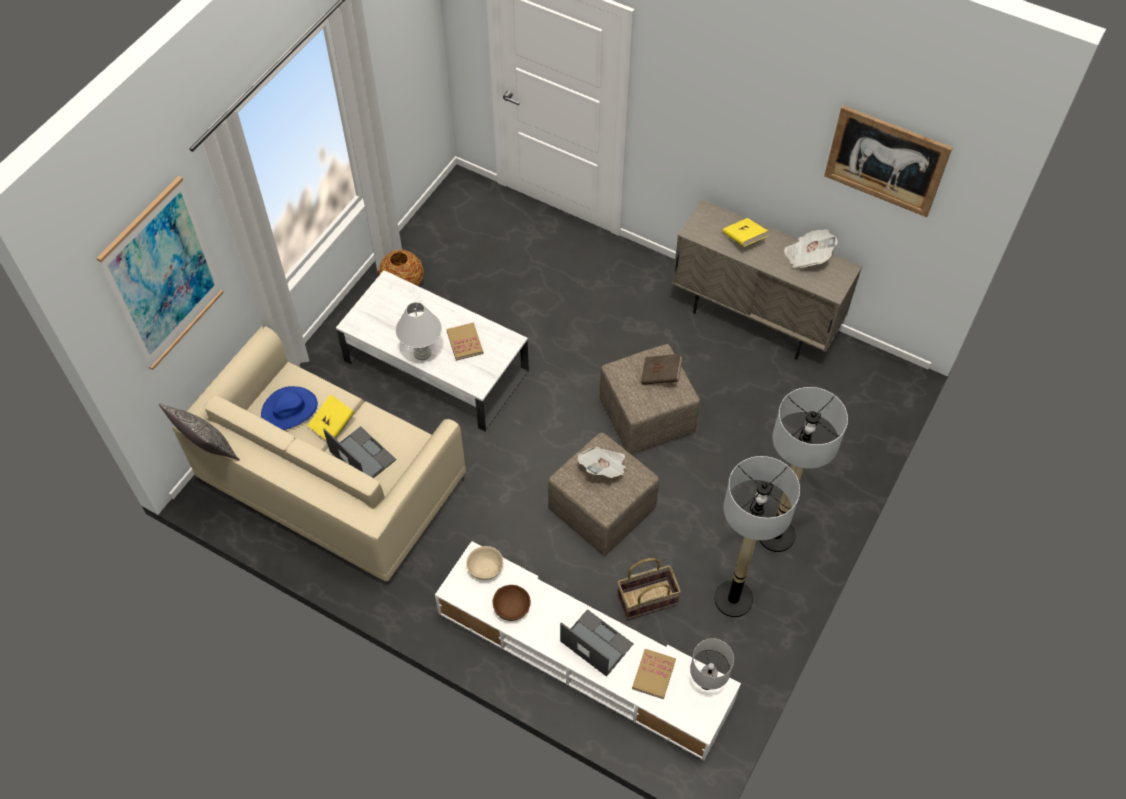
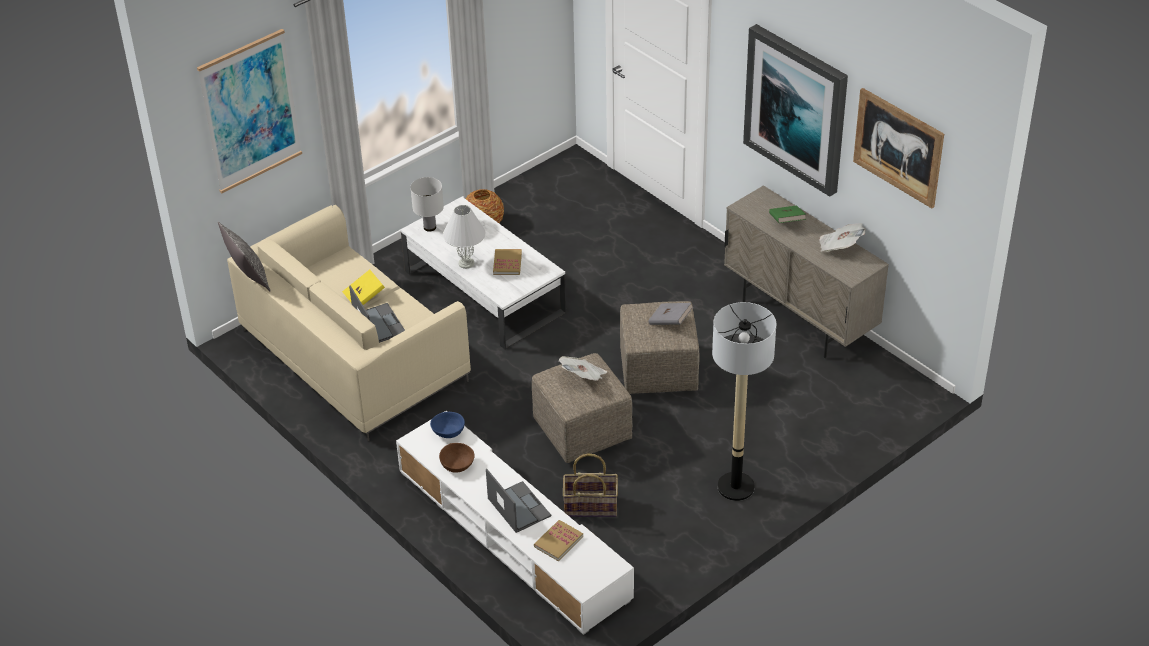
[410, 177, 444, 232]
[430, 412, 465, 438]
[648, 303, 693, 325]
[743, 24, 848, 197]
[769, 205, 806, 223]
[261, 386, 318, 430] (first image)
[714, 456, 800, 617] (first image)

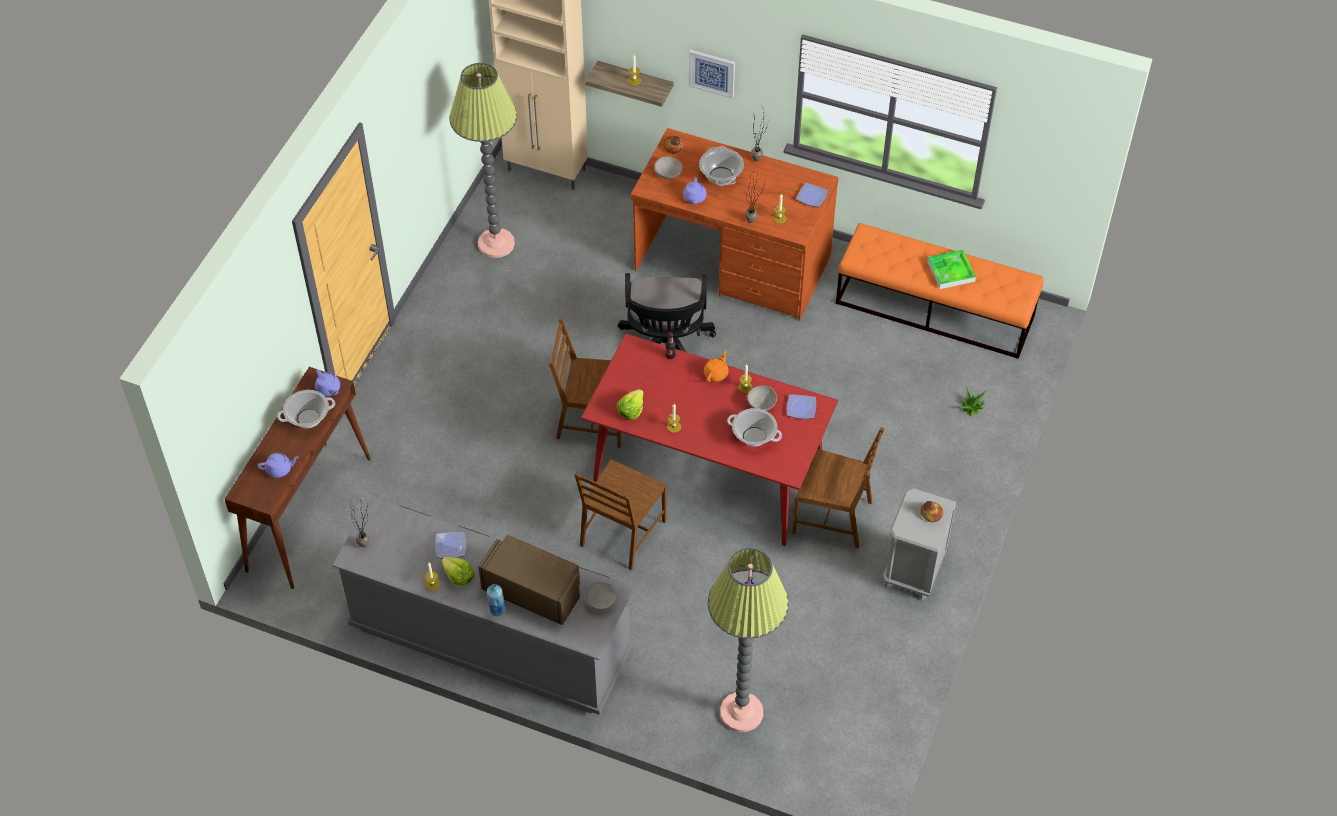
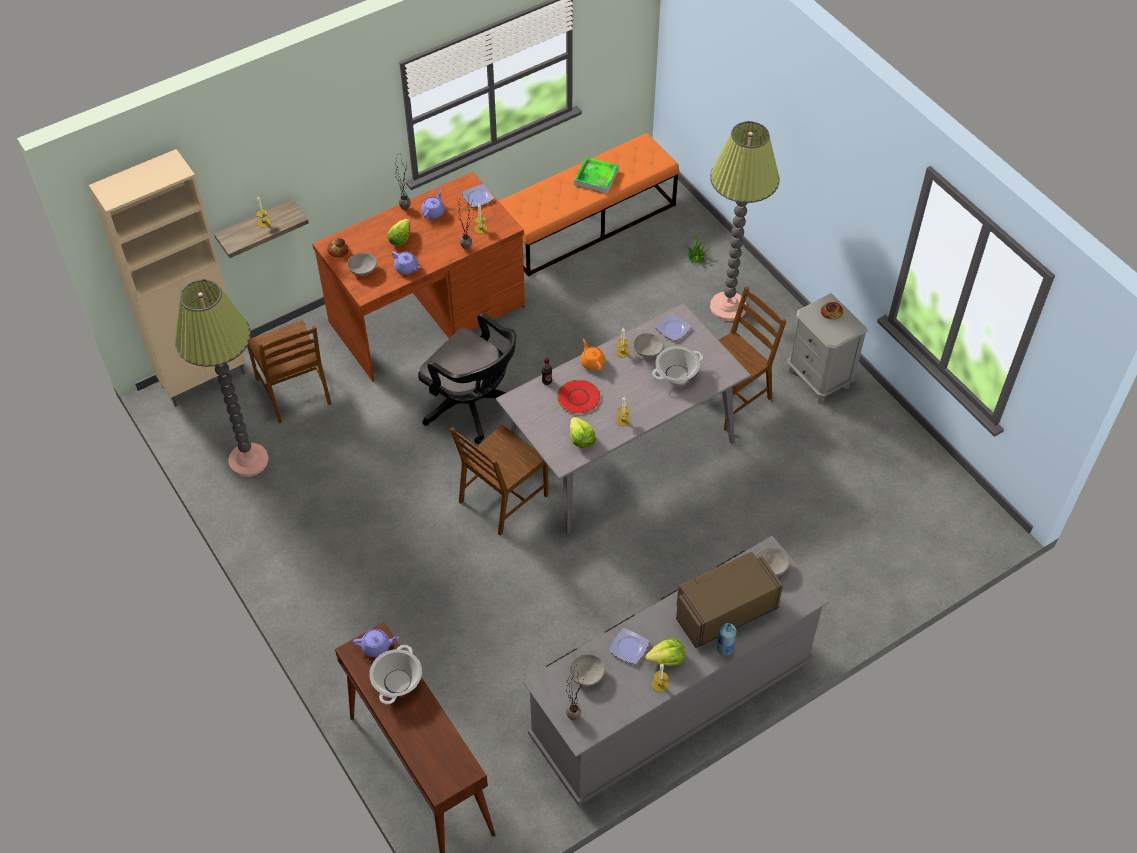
[247, 321, 332, 424]
[387, 219, 410, 246]
[421, 190, 445, 219]
[496, 303, 751, 535]
[557, 380, 600, 414]
[570, 654, 605, 686]
[710, 121, 779, 321]
[689, 50, 735, 99] (first image)

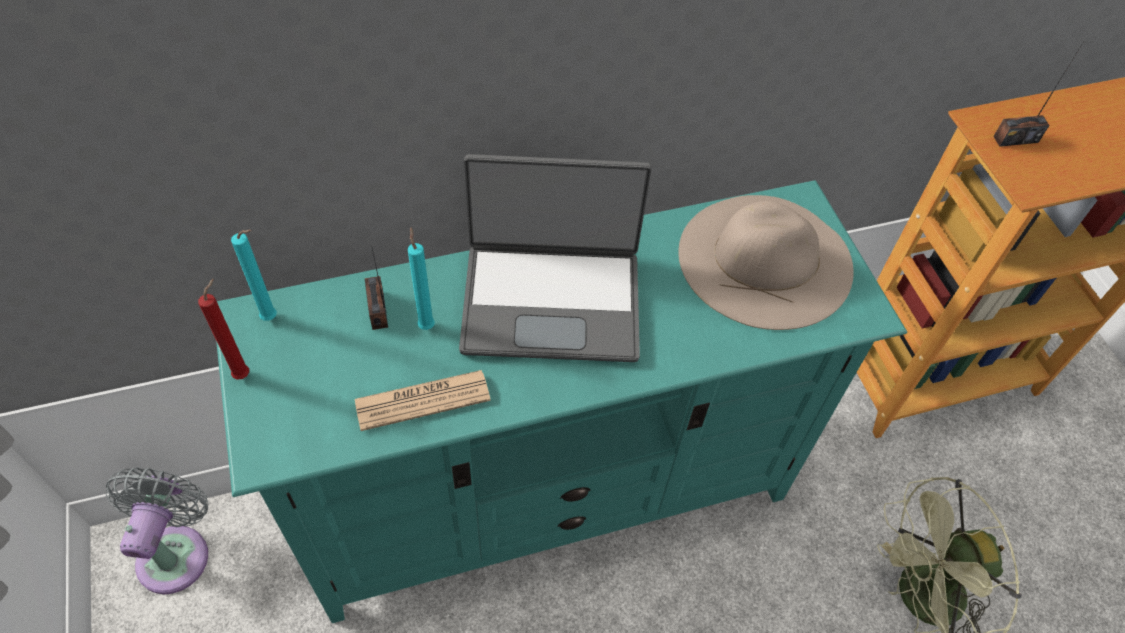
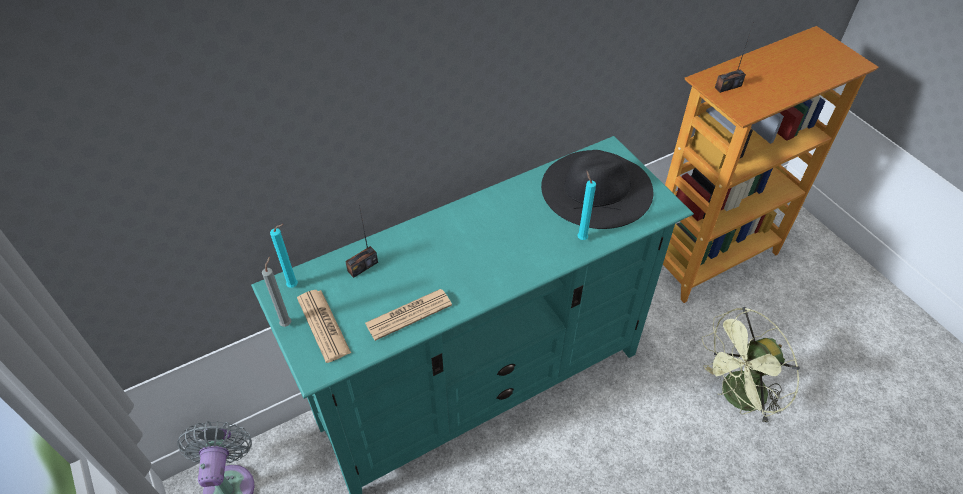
[262, 257, 291, 327]
[297, 290, 351, 363]
[345, 205, 378, 278]
[541, 150, 653, 229]
[577, 171, 596, 240]
[459, 154, 651, 362] (first image)

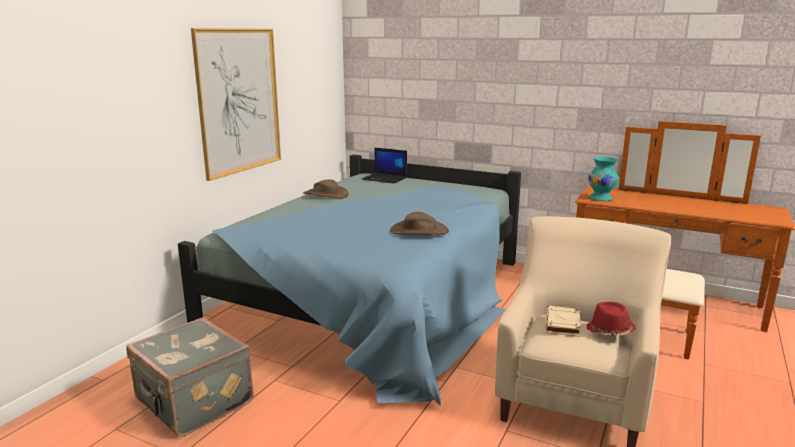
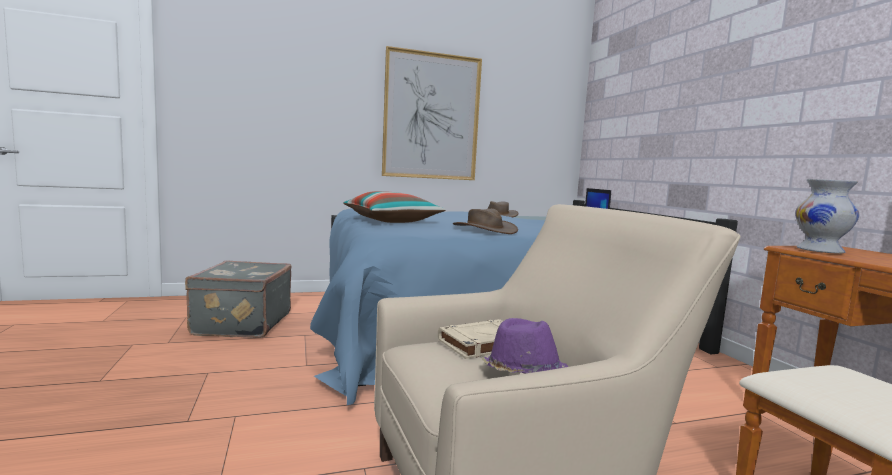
[343, 191, 445, 223]
[481, 318, 568, 373]
[795, 179, 859, 254]

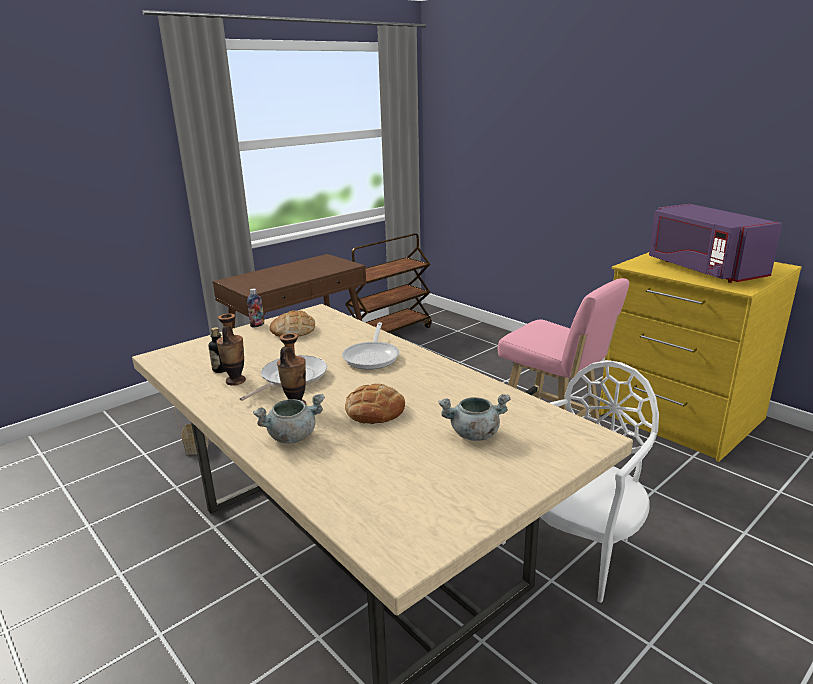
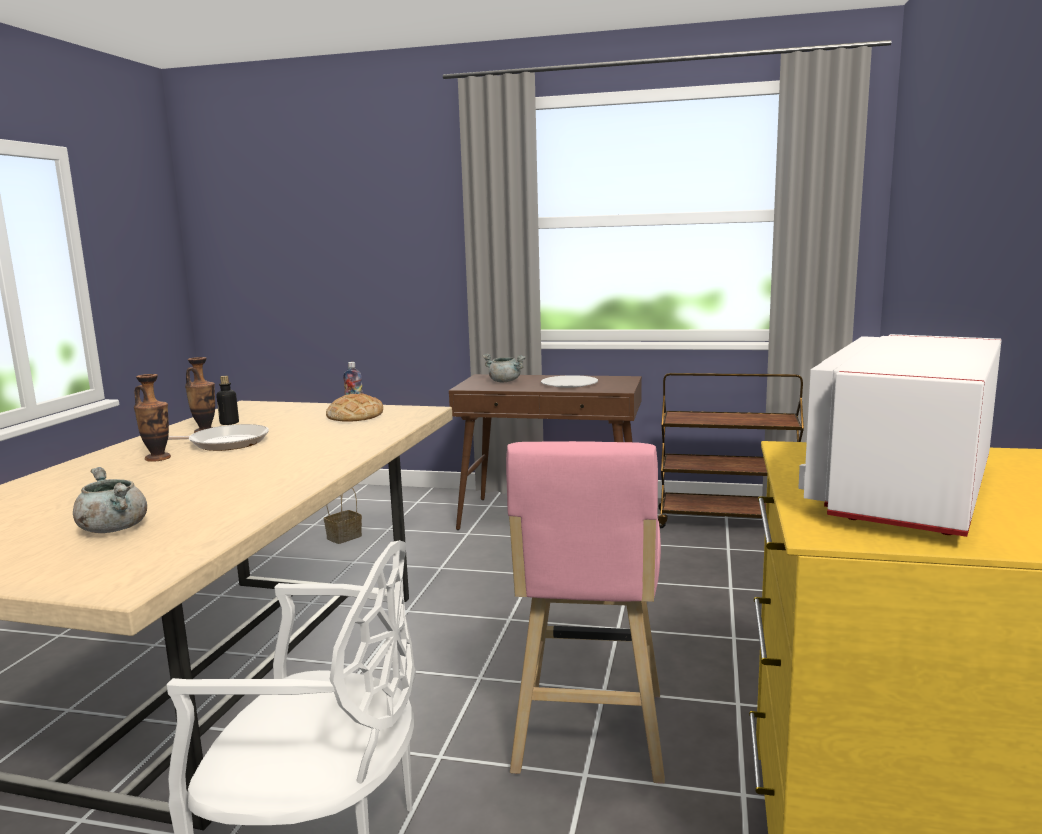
[482, 353, 526, 382]
[541, 375, 598, 388]
[798, 334, 1002, 537]
[342, 322, 399, 370] (first image)
[345, 383, 405, 424] (first image)

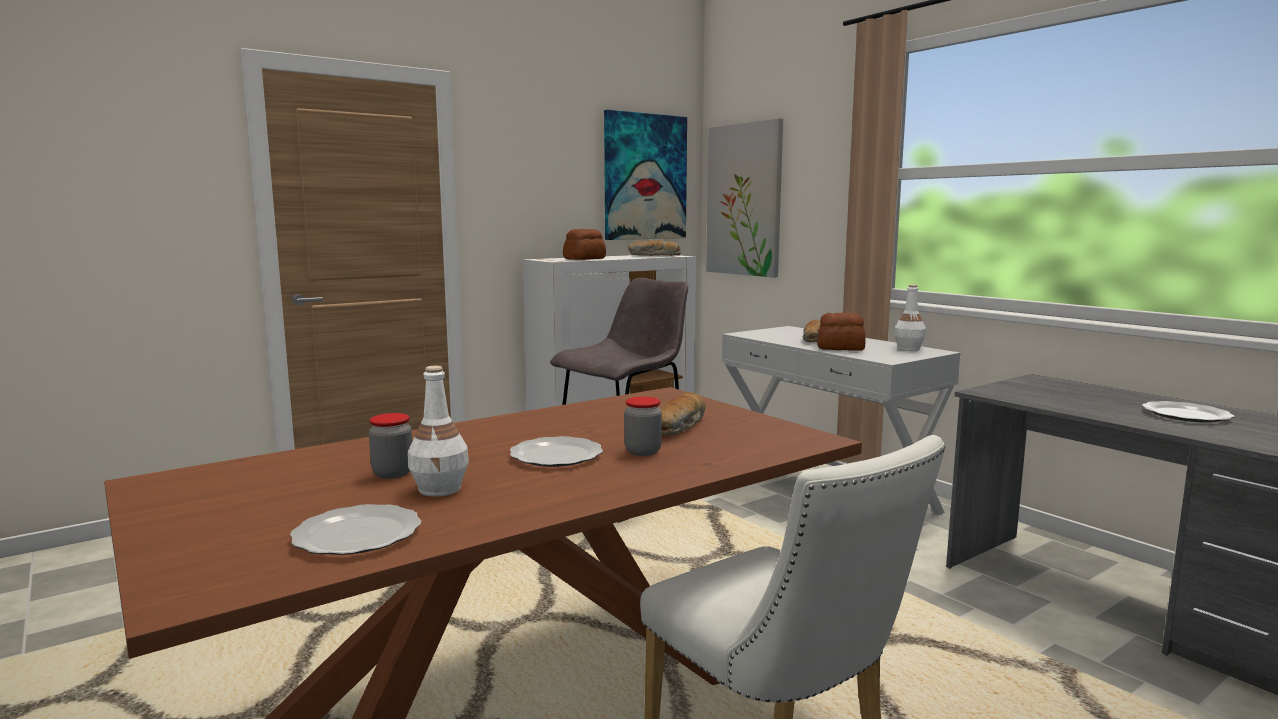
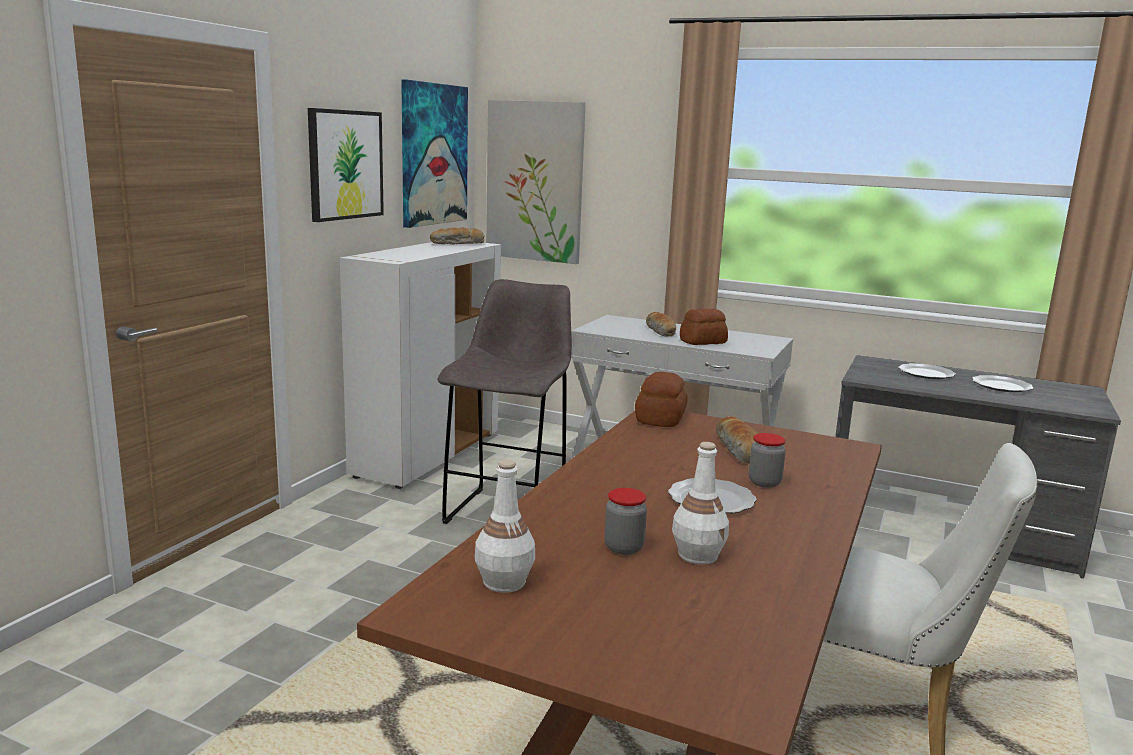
[308, 108, 384, 222]
[475, 460, 535, 593]
[635, 372, 688, 427]
[898, 363, 956, 379]

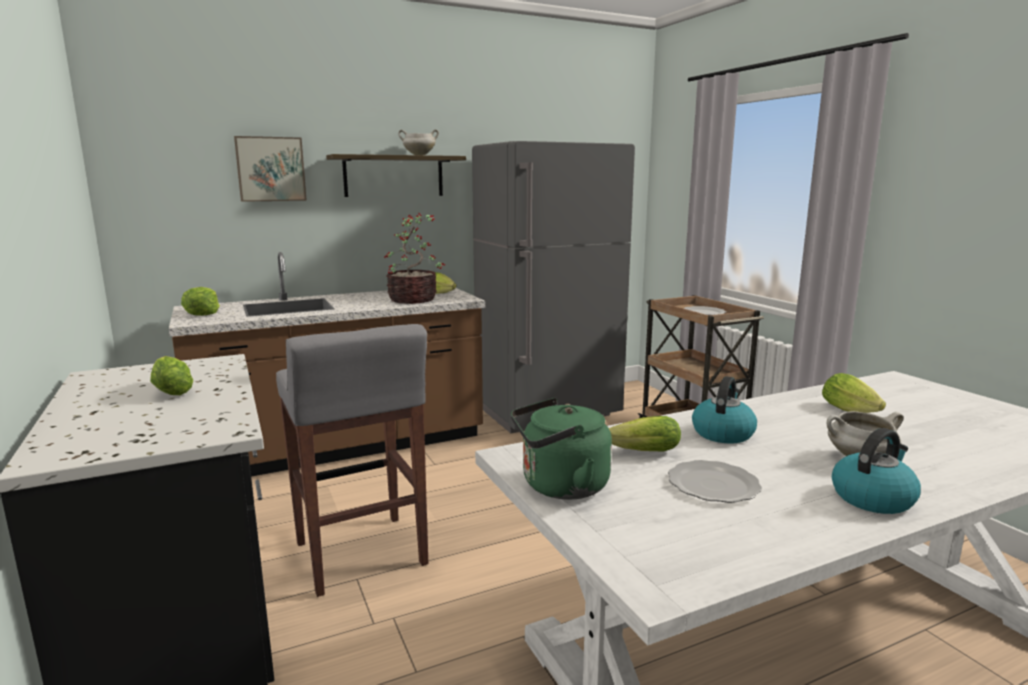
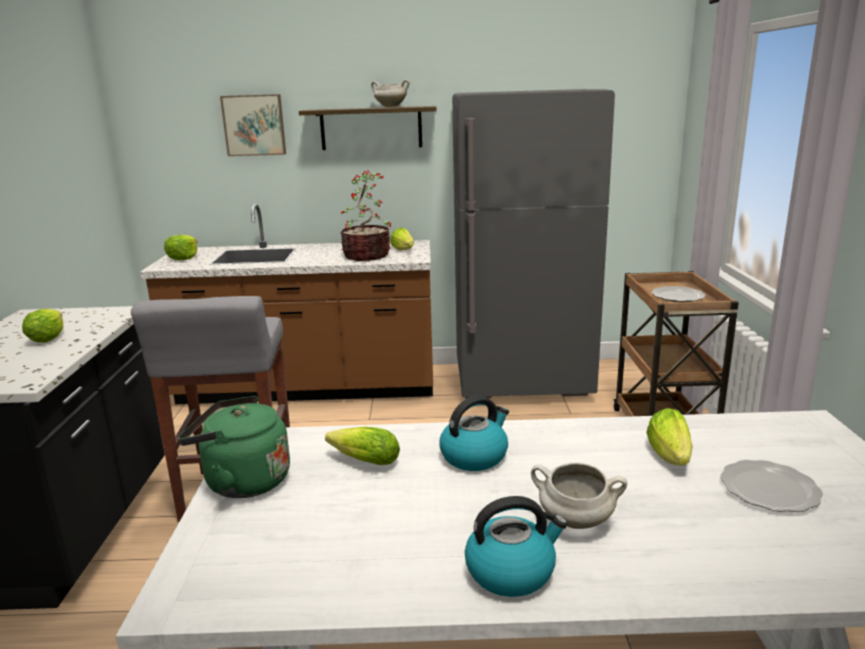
[720, 460, 823, 512]

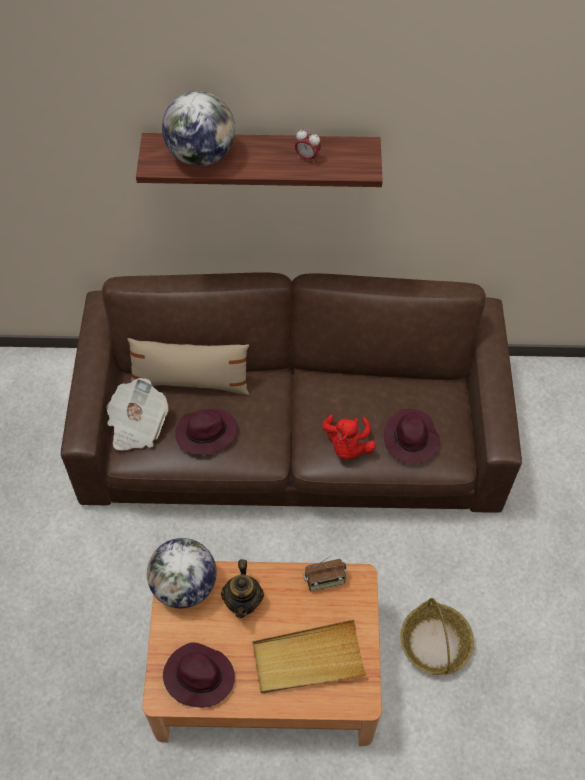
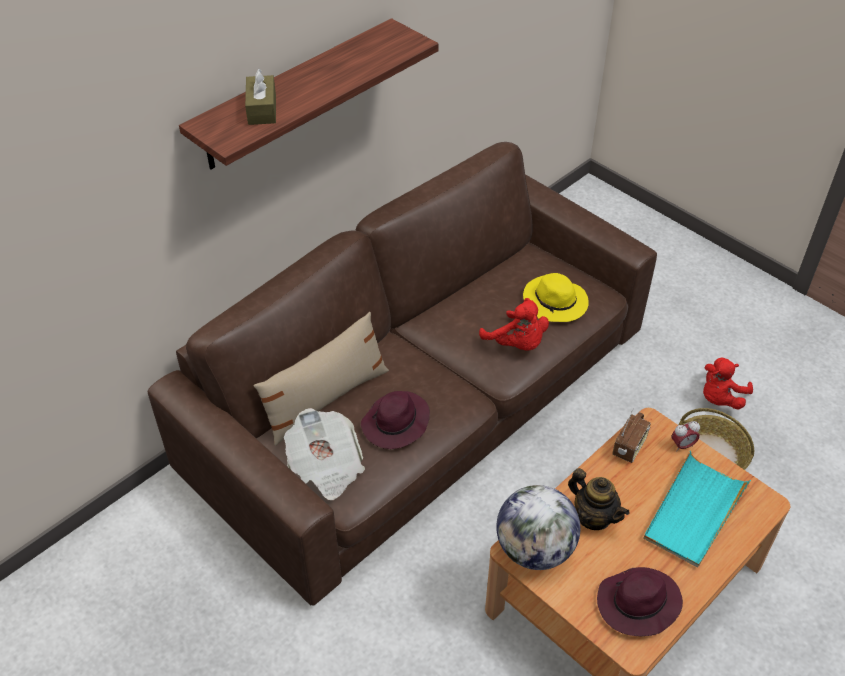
[245, 69, 276, 125]
[523, 273, 589, 322]
[643, 451, 751, 568]
[671, 421, 700, 452]
[703, 358, 753, 410]

